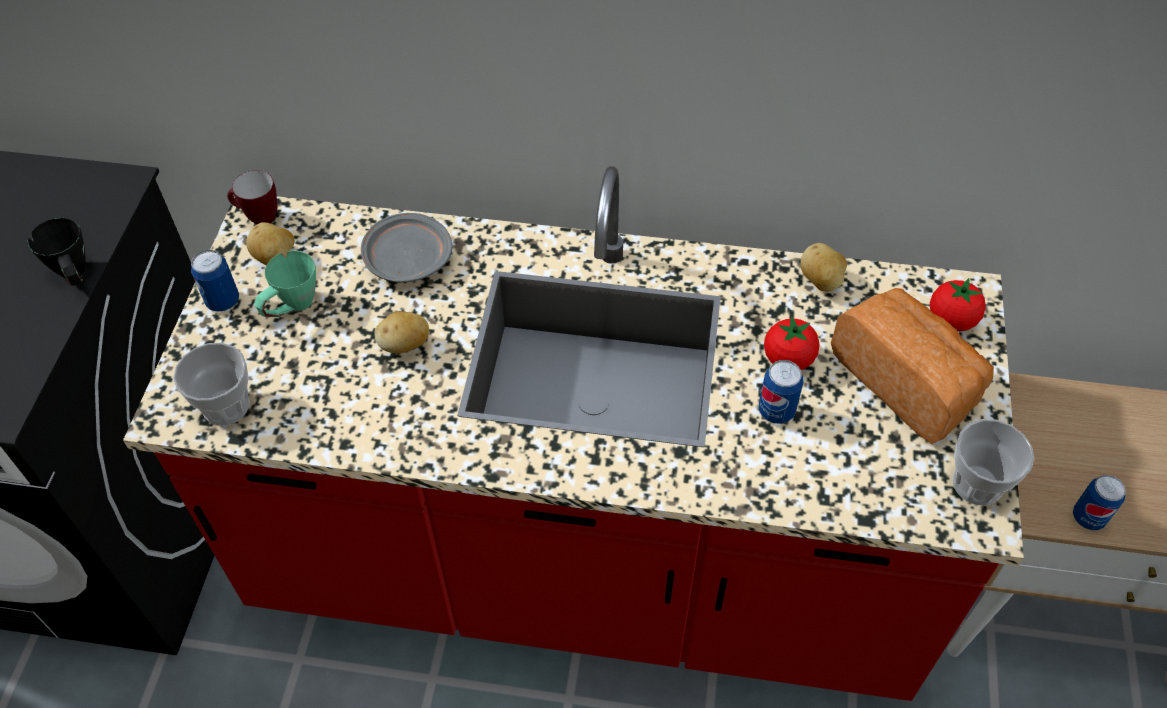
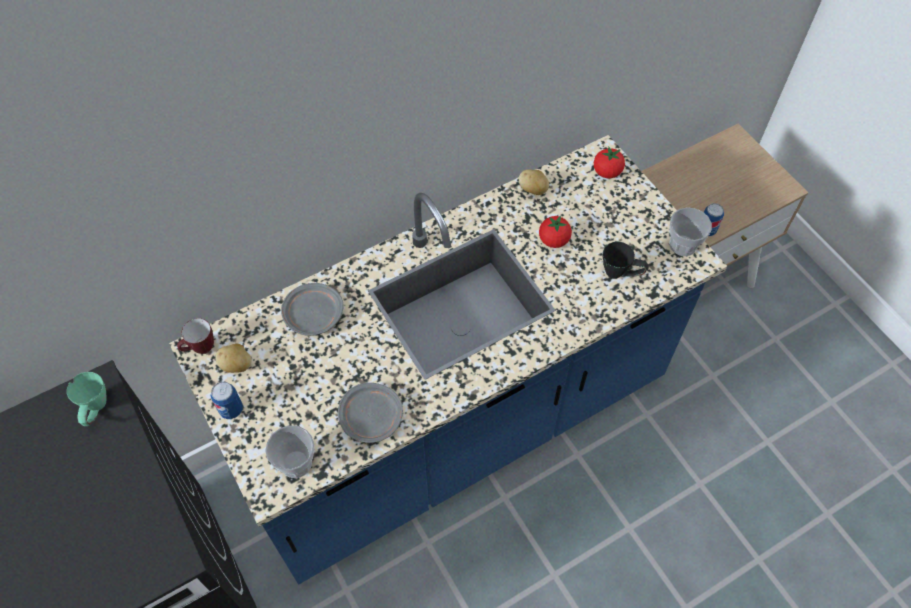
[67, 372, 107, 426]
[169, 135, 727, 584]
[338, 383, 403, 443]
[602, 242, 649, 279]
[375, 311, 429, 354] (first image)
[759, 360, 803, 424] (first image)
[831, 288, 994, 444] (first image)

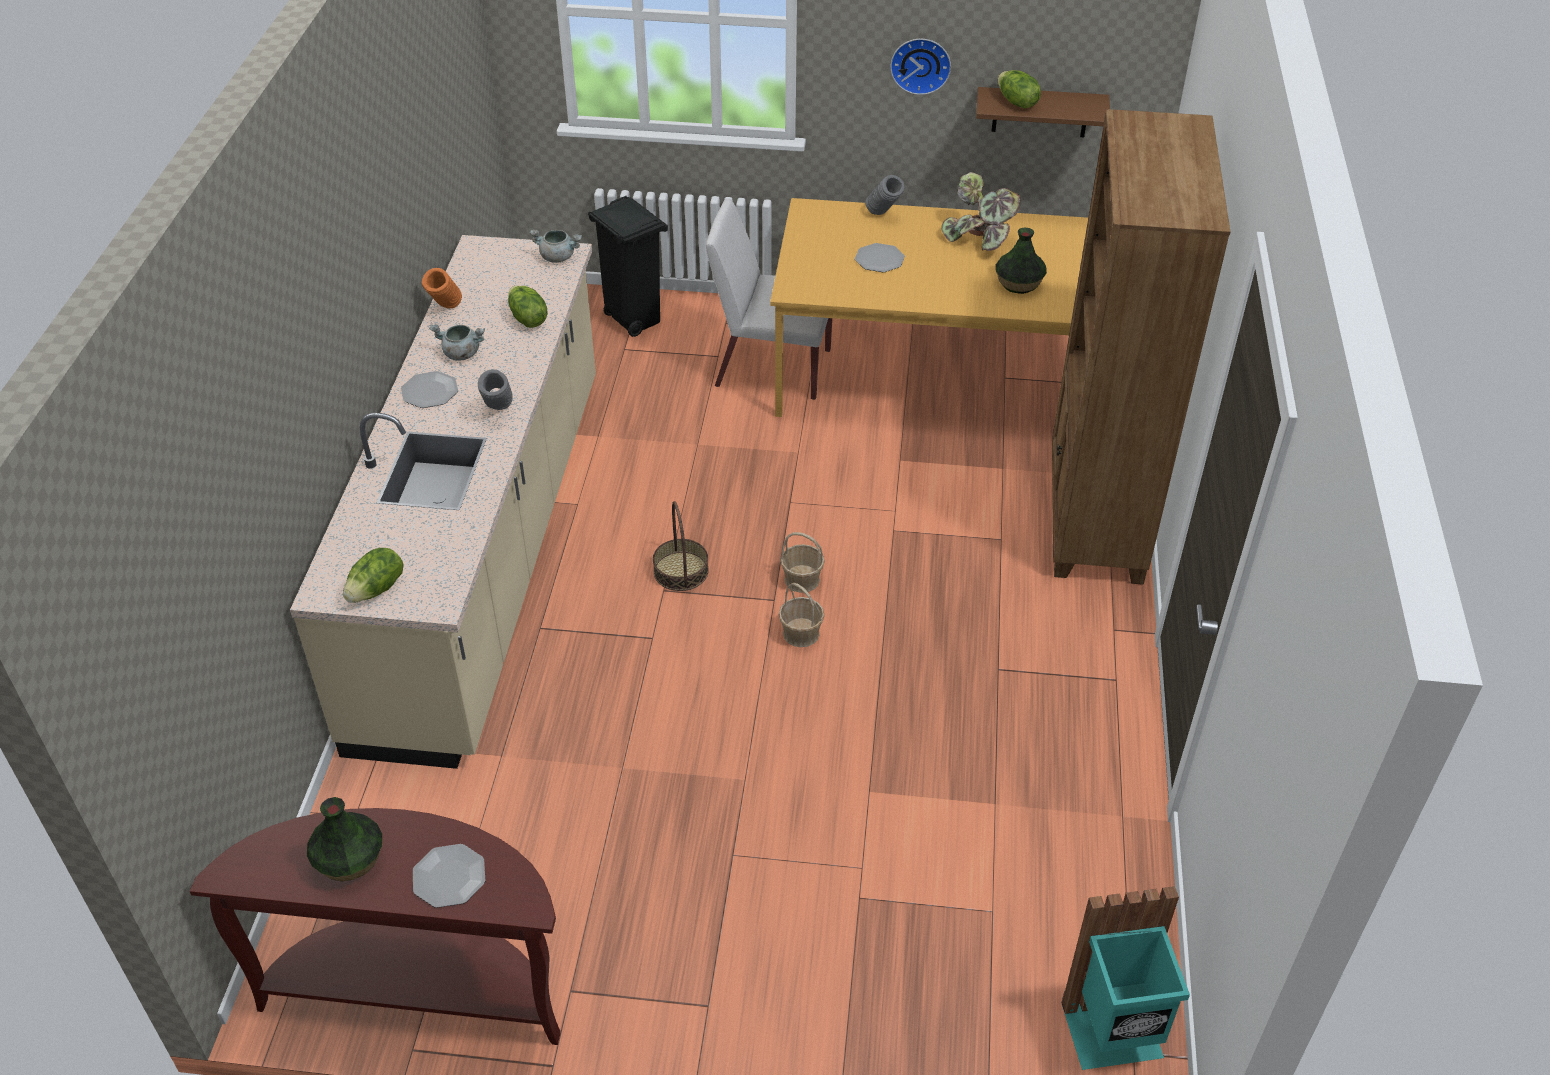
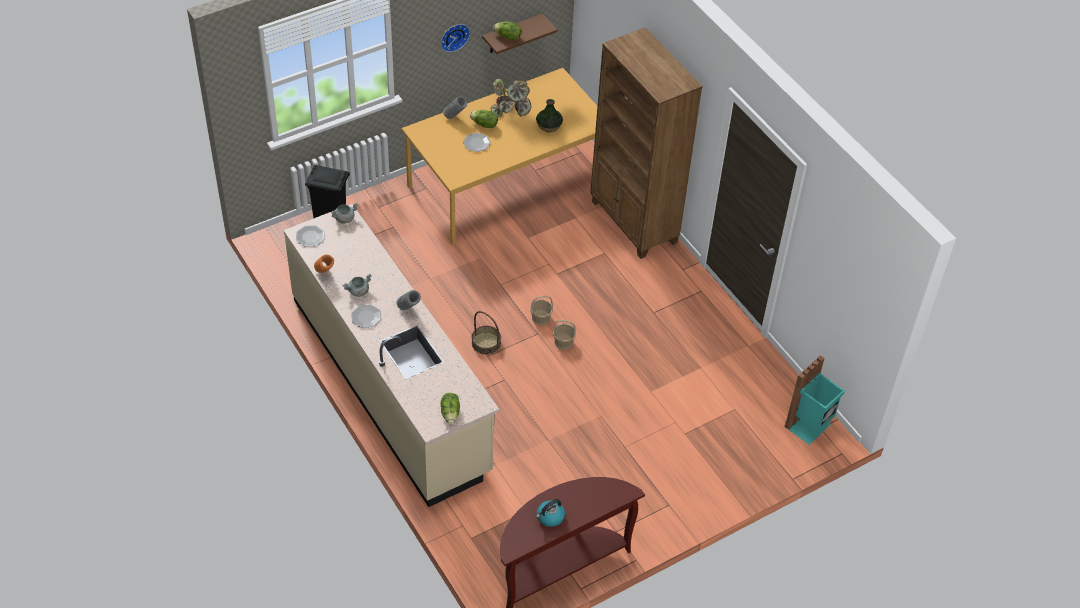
[296, 225, 325, 246]
[470, 110, 498, 128]
[536, 499, 565, 527]
[706, 199, 832, 400] (first image)

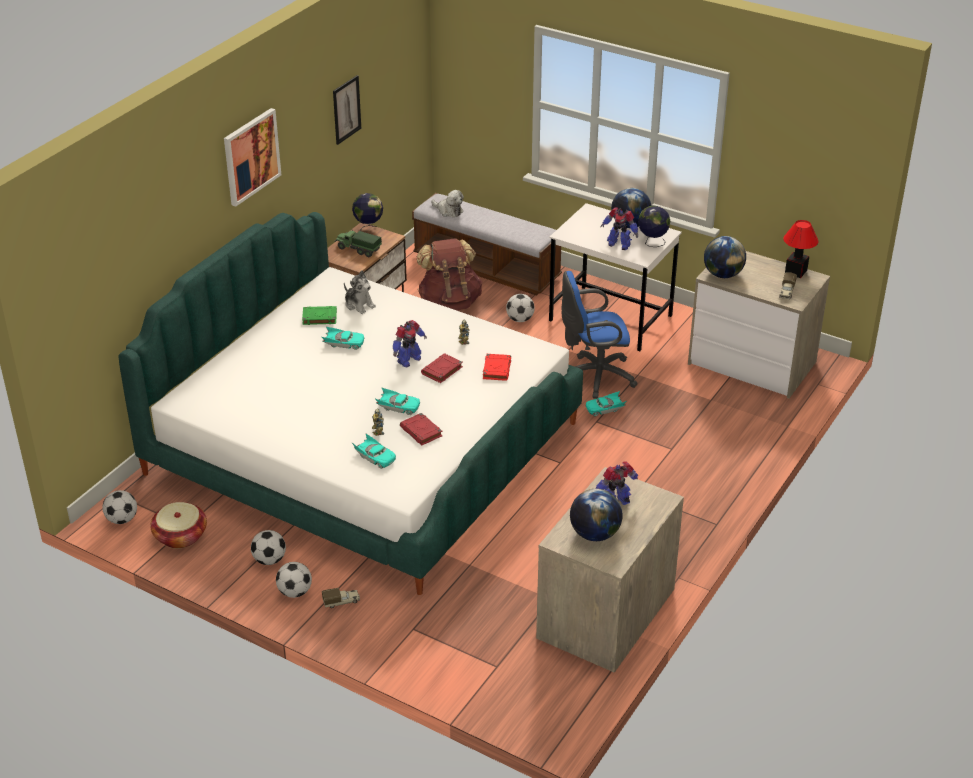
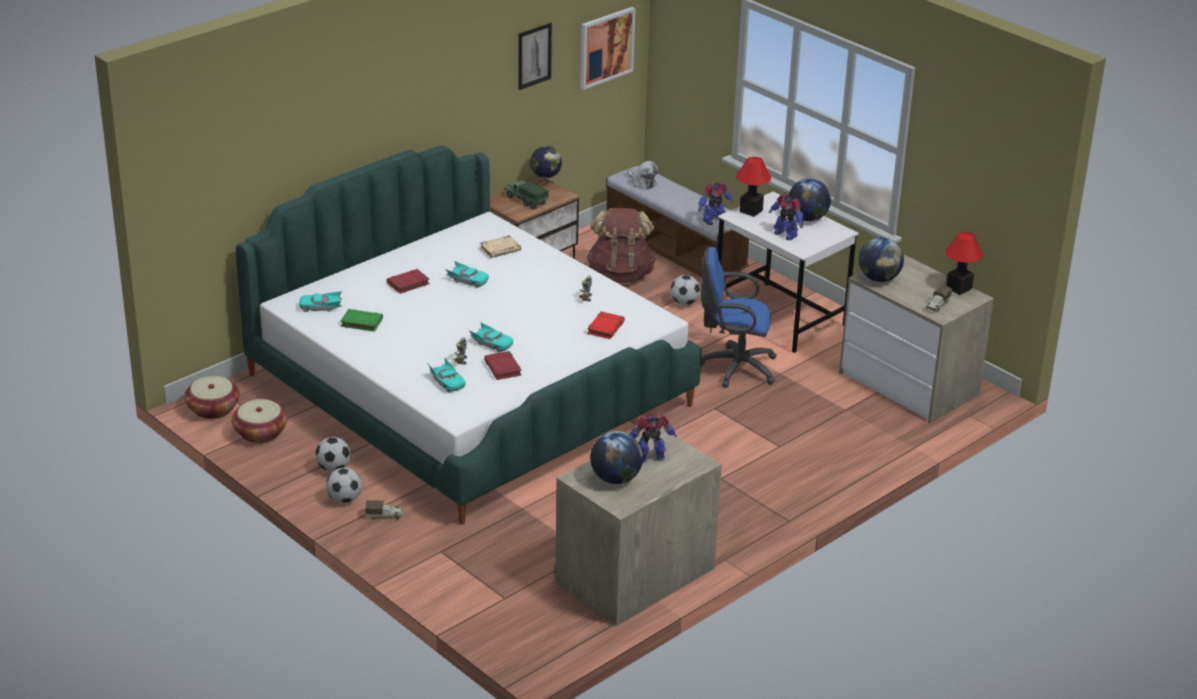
[184, 376, 240, 419]
[299, 291, 342, 312]
[340, 309, 383, 332]
[387, 269, 430, 294]
[480, 235, 521, 258]
[580, 7, 636, 90]
[698, 182, 734, 225]
[736, 157, 771, 217]
[638, 205, 670, 247] (first image)

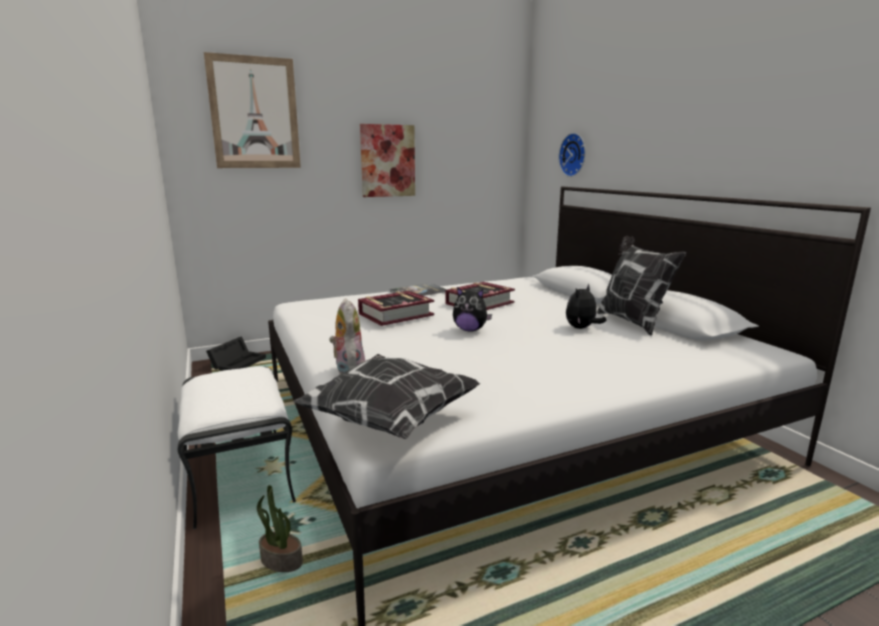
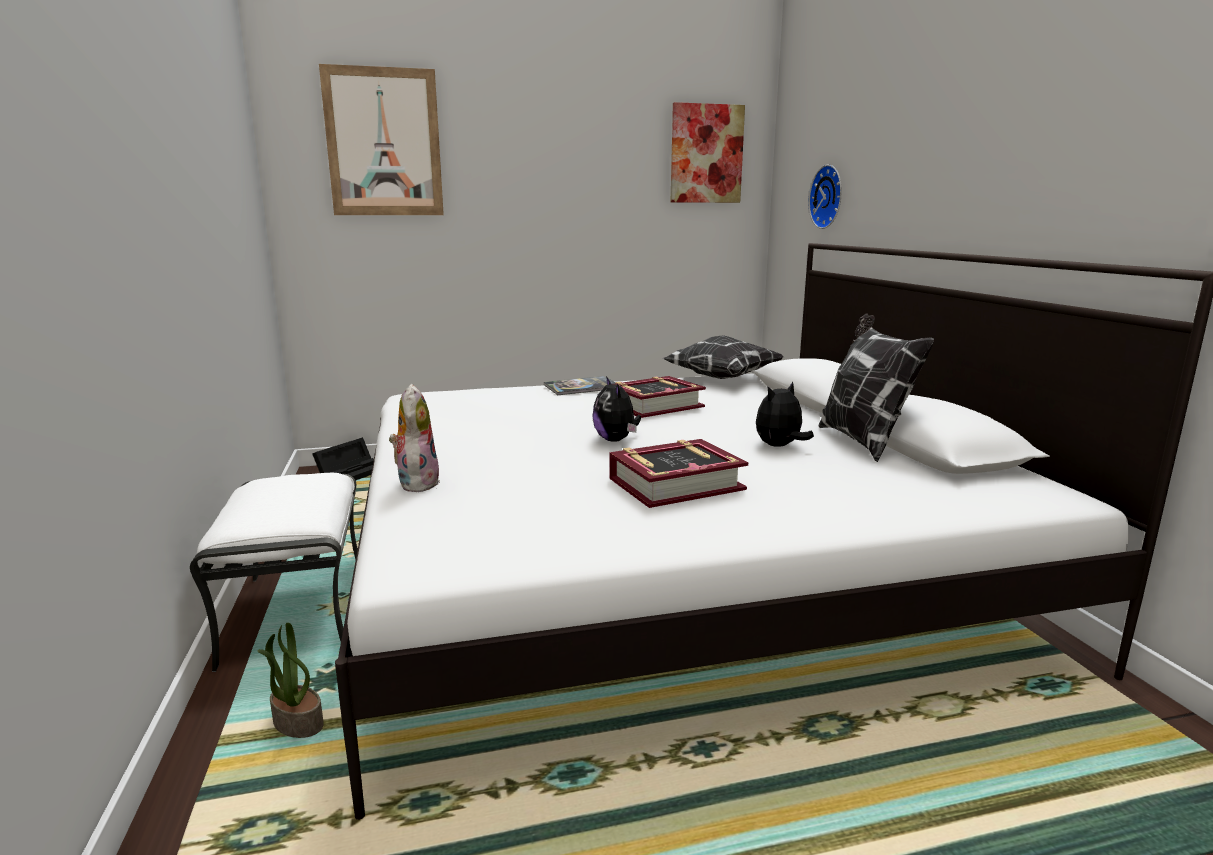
[592, 376, 641, 442]
[610, 439, 748, 508]
[663, 335, 783, 379]
[670, 102, 745, 203]

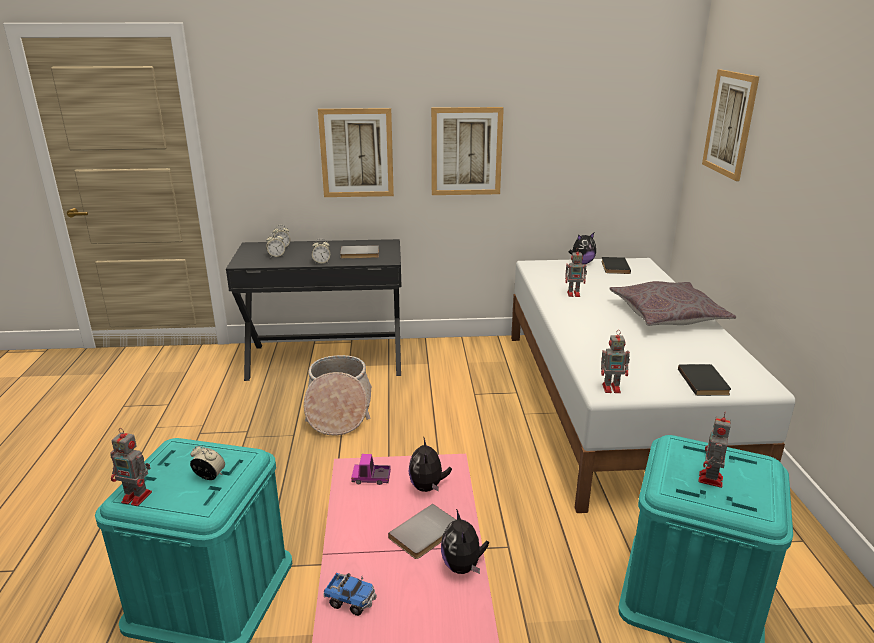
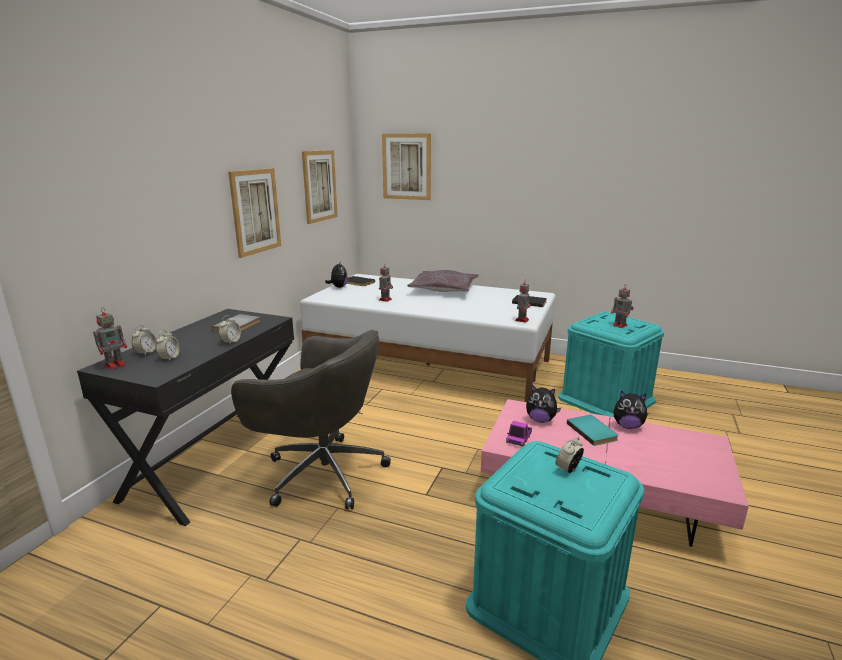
[93, 307, 127, 370]
[231, 330, 391, 509]
[302, 150, 338, 224]
[567, 415, 619, 446]
[323, 573, 377, 616] (first image)

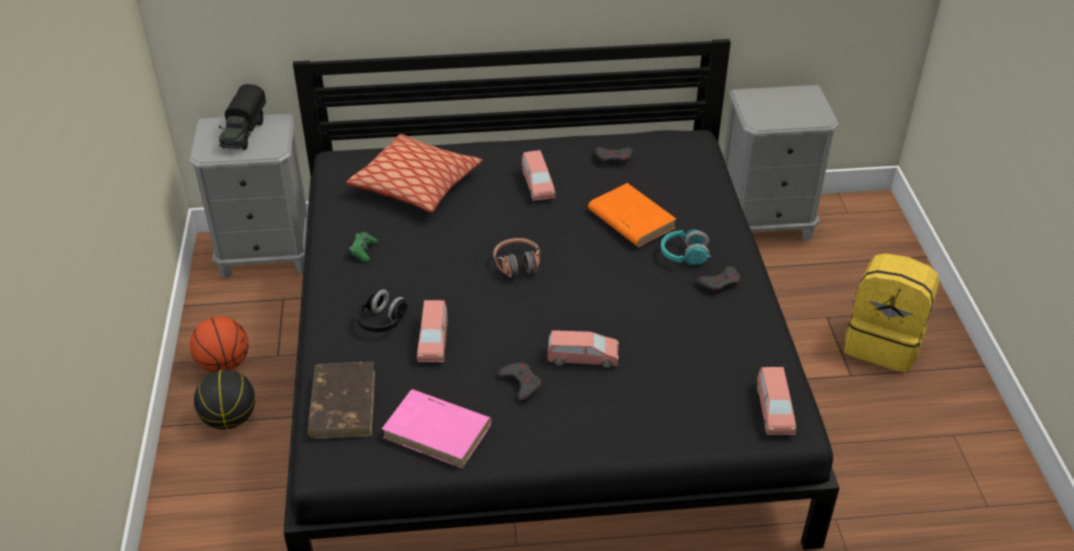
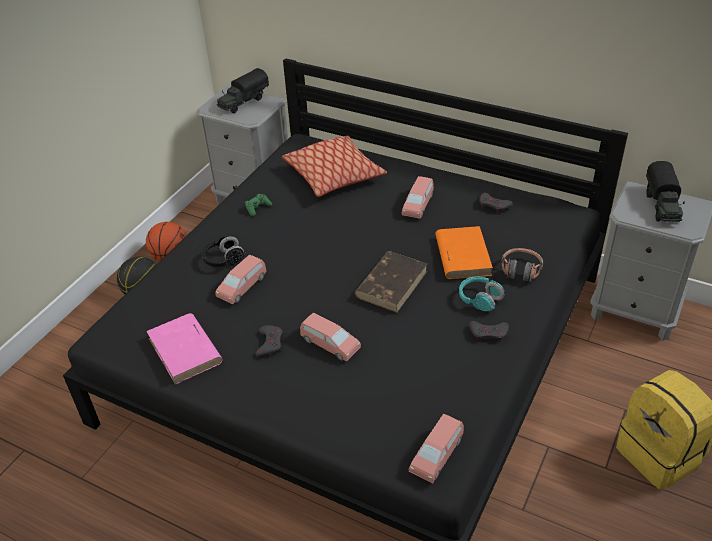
[354, 251, 427, 313]
[501, 248, 543, 282]
[646, 161, 685, 222]

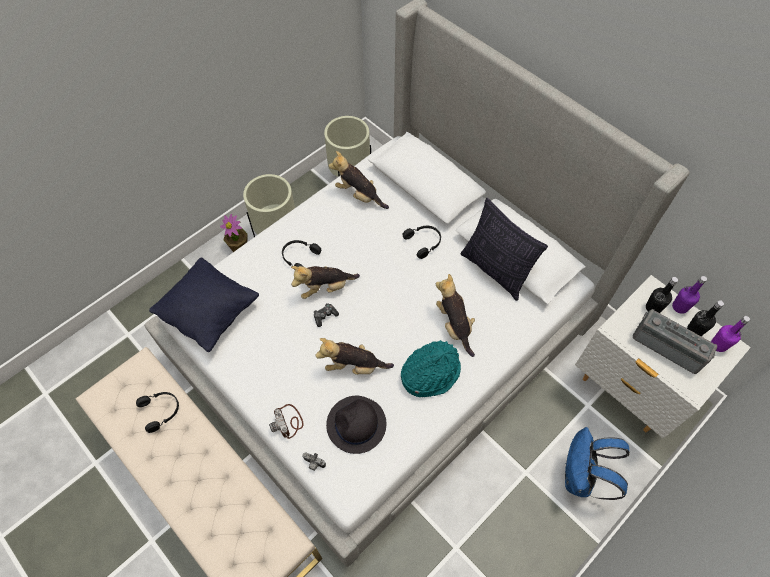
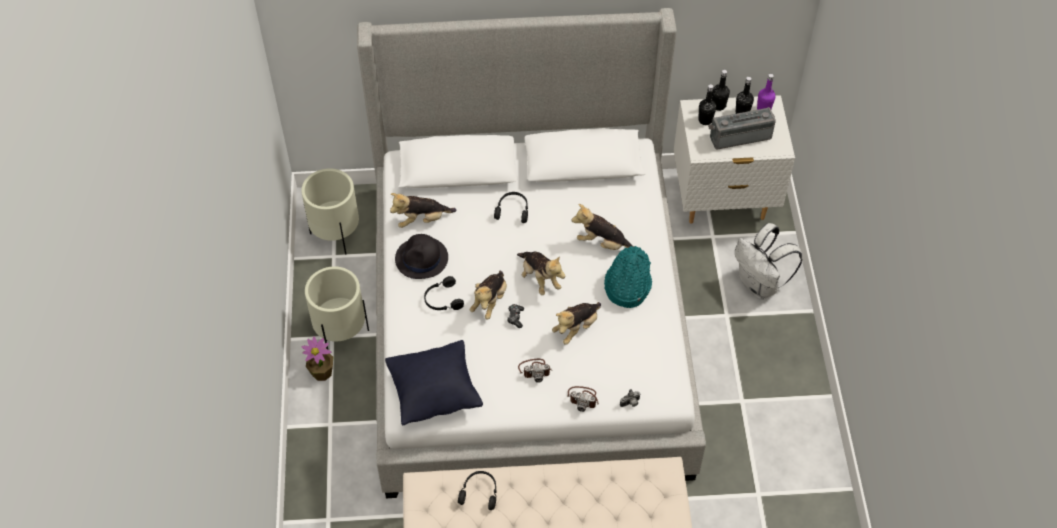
[395, 234, 448, 279]
[517, 252, 565, 295]
[518, 359, 553, 383]
[712, 70, 730, 111]
[735, 223, 802, 299]
[460, 198, 548, 301] (first image)

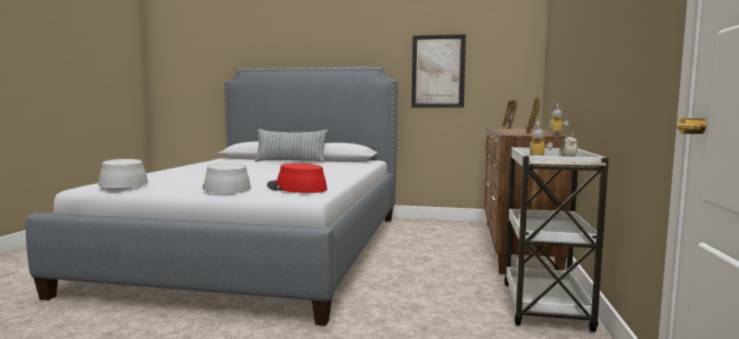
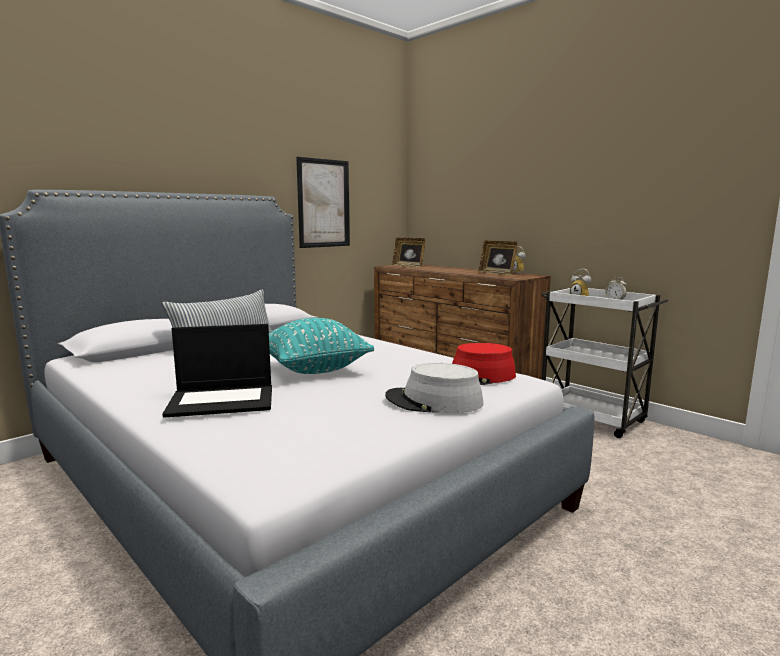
[162, 324, 272, 418]
[269, 318, 374, 374]
[98, 159, 148, 188] (first image)

